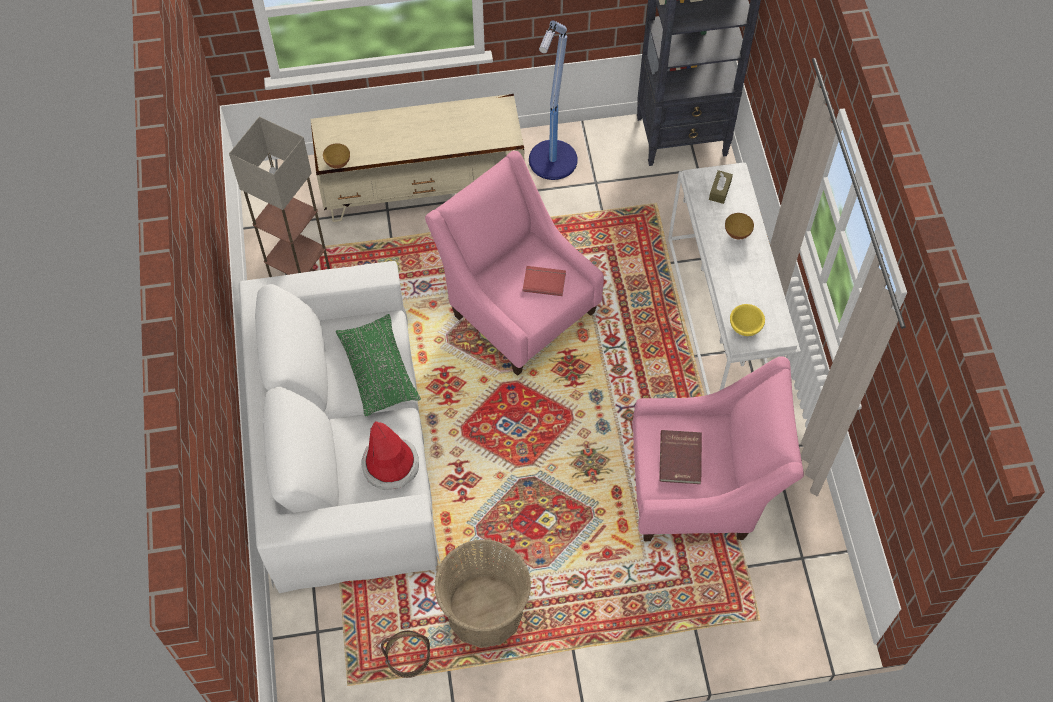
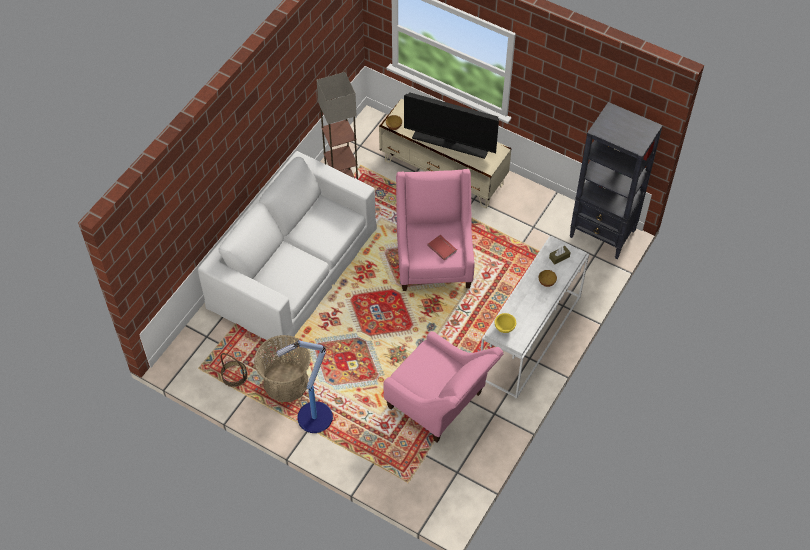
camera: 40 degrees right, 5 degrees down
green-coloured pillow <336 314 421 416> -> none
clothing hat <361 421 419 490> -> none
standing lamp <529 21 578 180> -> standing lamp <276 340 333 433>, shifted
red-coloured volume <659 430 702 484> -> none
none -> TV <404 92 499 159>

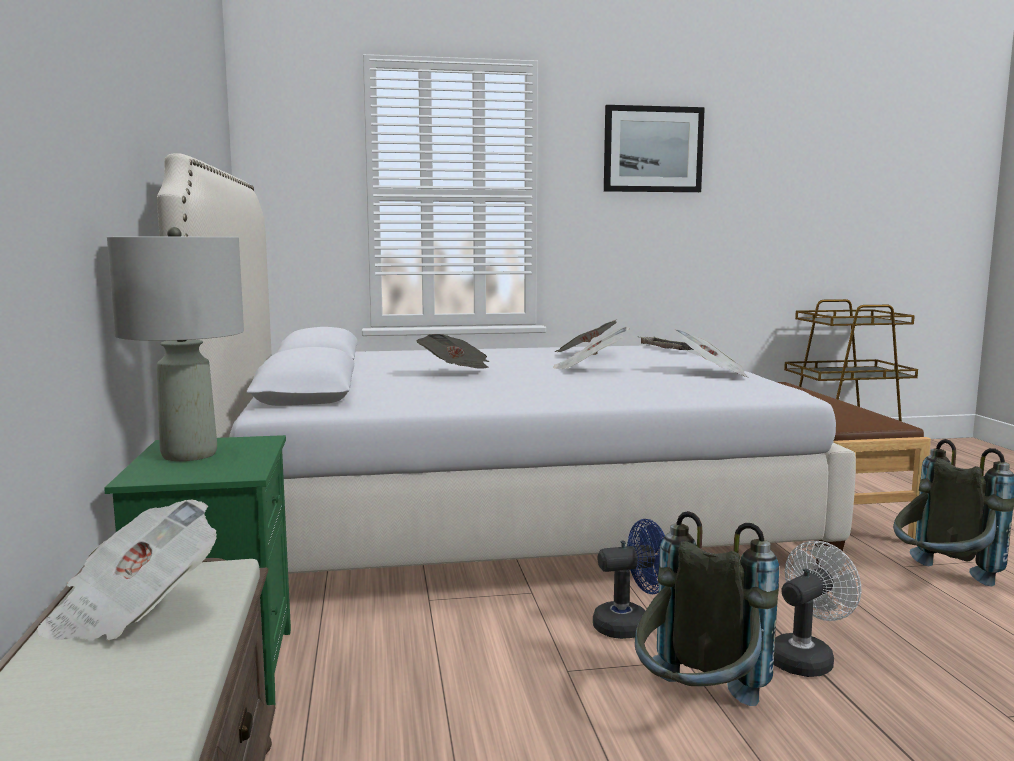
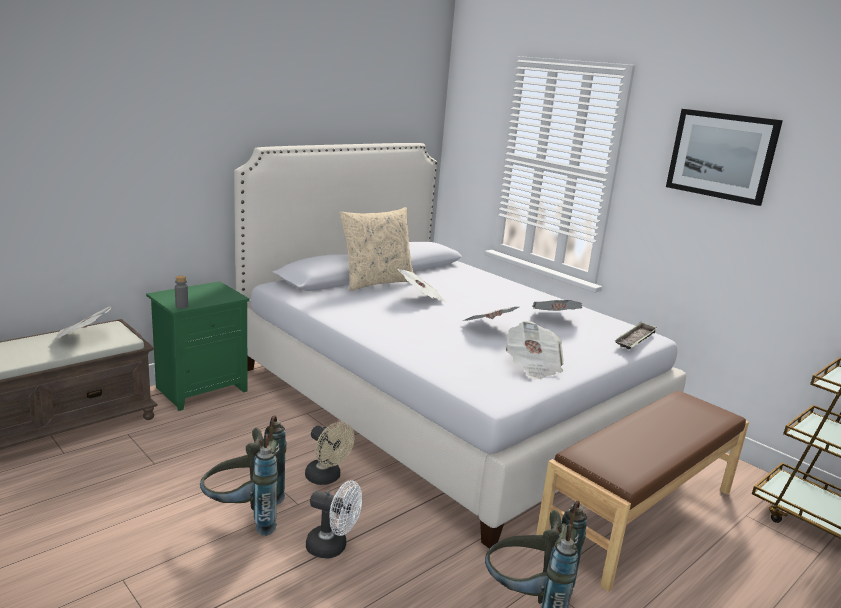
camera: 55 degrees right, 10 degrees up
gray lamp for a table <107 227 244 461> -> none
bluish fan <593 519 665 639> -> beige fan <305 422 354 485>
none -> gray bottle <175 276 188 309>
none -> beige pillow <340 207 414 291>

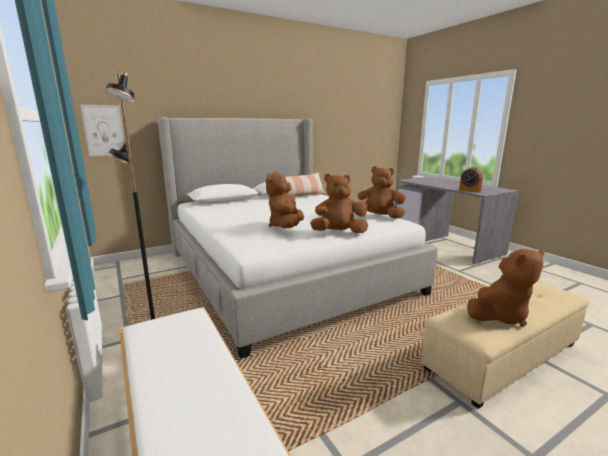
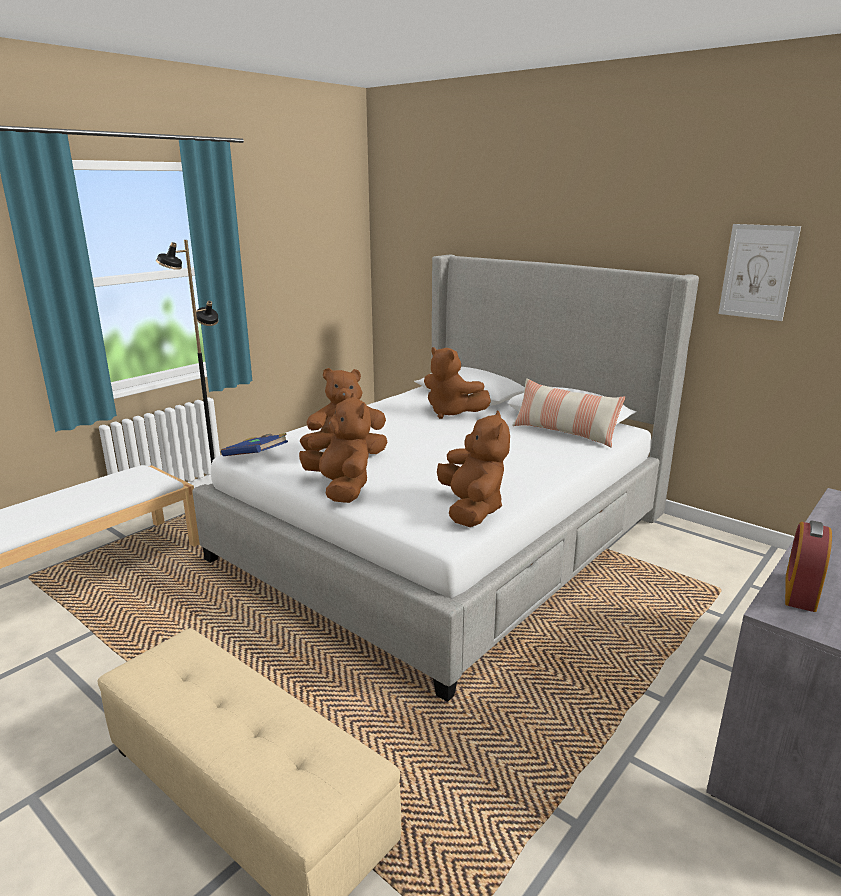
camera: 70 degrees right, 5 degrees up
wall picture <80 105 125 156> -> wall picture <718 224 801 321>, shifted
brown-coloured soft toy <467 249 545 327> -> brown-coloured soft toy <424 347 491 419>, shifted
none -> bluish volume <221 433 288 456>

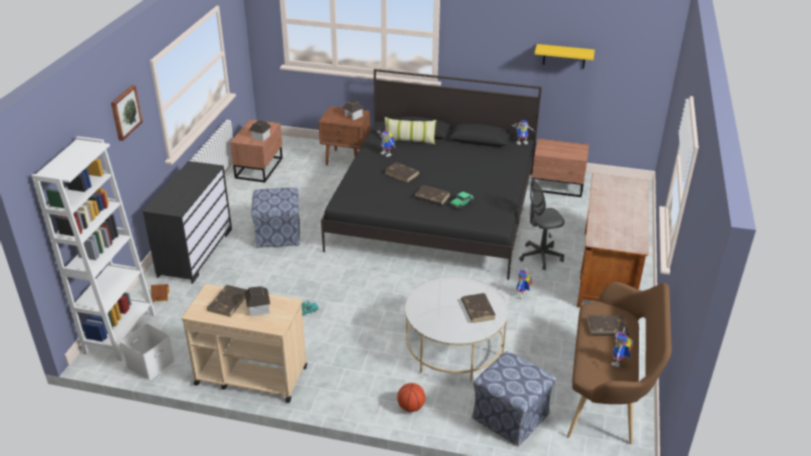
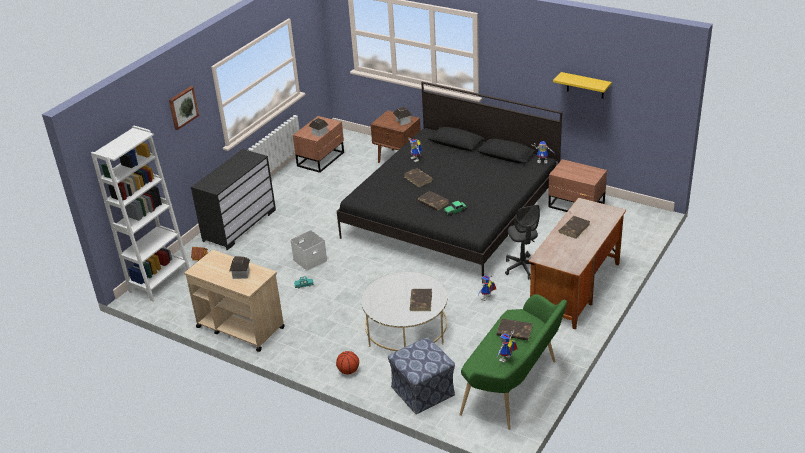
camera: 20 degrees right, 0 degrees up
white storage box <121 323 175 380> -> white storage box <290 230 327 271>, shifted
brown-coloured volume <207 285 247 317> -> brown-coloured volume <559 216 590 239>, shifted
footrest <251 188 300 248> -> none
pillow <385 117 436 145> -> none
gray office chair <519 176 565 270> -> gray office chair <505 205 540 280>, 105 degrees counterclockwise
brown-coloured long seat <567 282 671 444> -> green-coloured long seat <459 294 567 430>

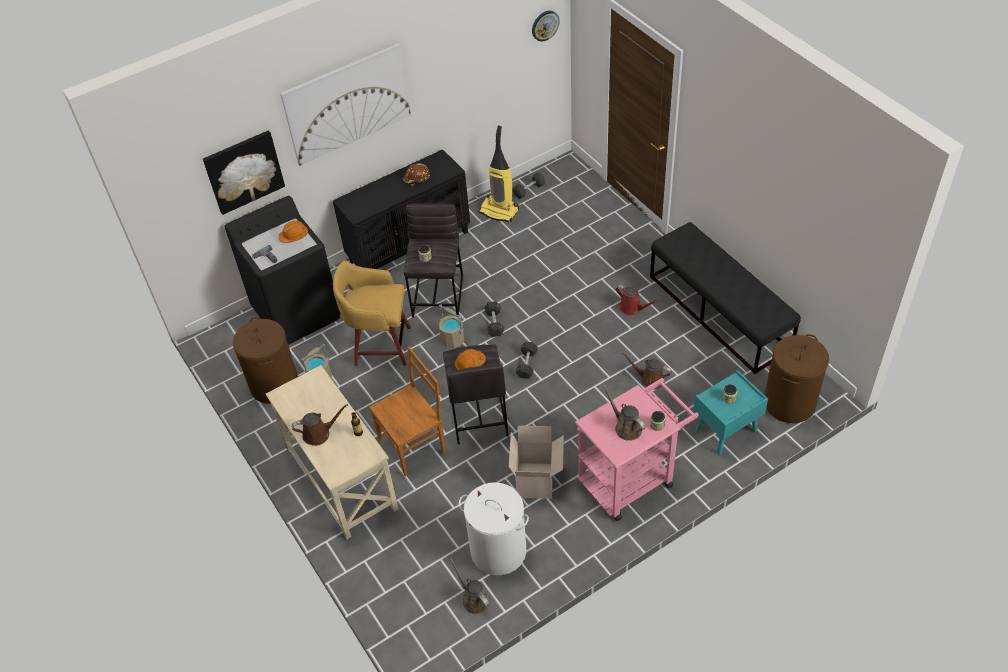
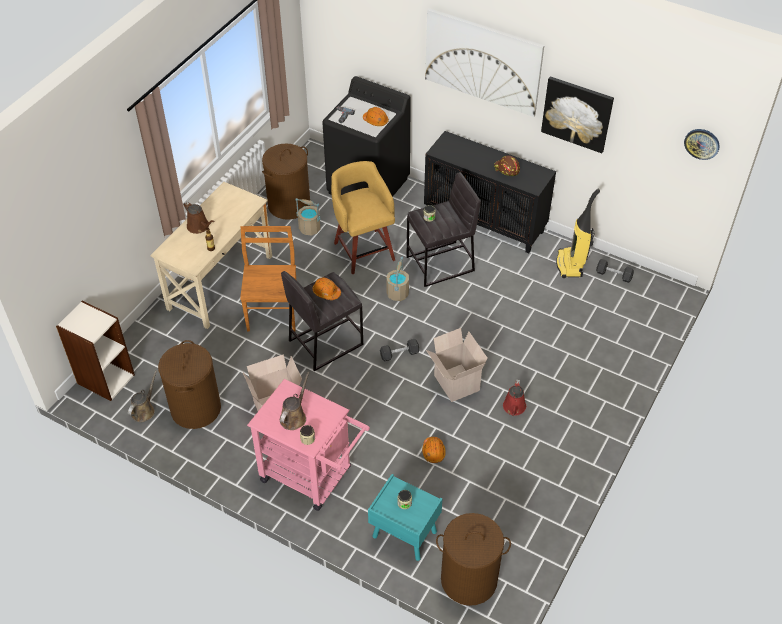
camera: 60 degrees right, 0 degrees up
wall picture <203 130 285 215> -> wall picture <541 76 614 153>, shifted
brown-coloured plain chair <369 347 446 477> -> brown-coloured plain chair <240 226 296 331>, 120 degrees counterclockwise
white laundry basket <459 482 529 575> -> brown-coloured laundry basket <158 340 221 429>
blackish free weight <484 301 504 337> -> none
brown-coloured watering can <622 352 672 390> -> orange hard hat <422 437 446 463>
blackish long seat <650 222 801 374> -> none
none -> bookcase <56 301 135 401>
none -> carton <426 328 487 402>

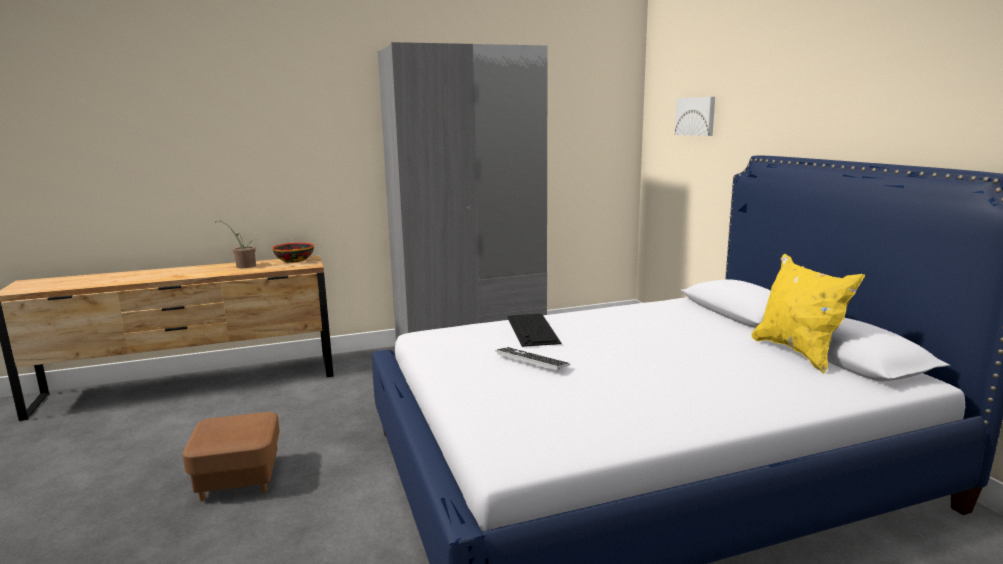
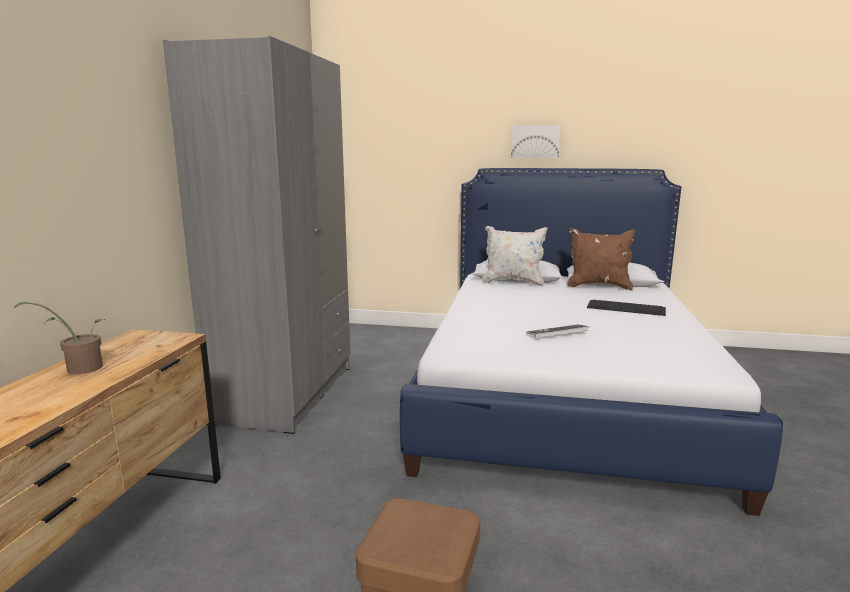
camera: 60 degrees left, 0 degrees up
bowl <272 242 314 263> -> none
keyboard <507 314 562 347> -> keyboard <587 300 666 316>, shifted
wall picture <675 97 715 136> -> wall picture <511 125 561 158>, shifted
yellow-coloured pillow <751 254 865 373> -> brown-coloured pillow <567 228 635 291>
none -> white pillow <482 226 547 287>

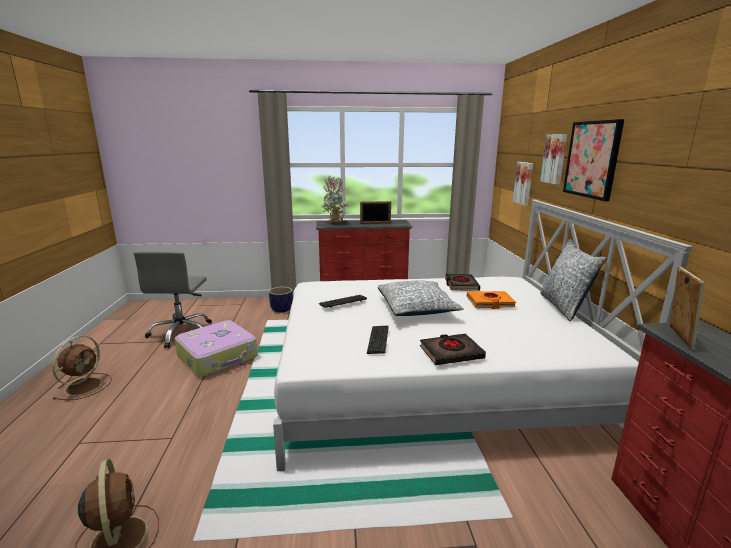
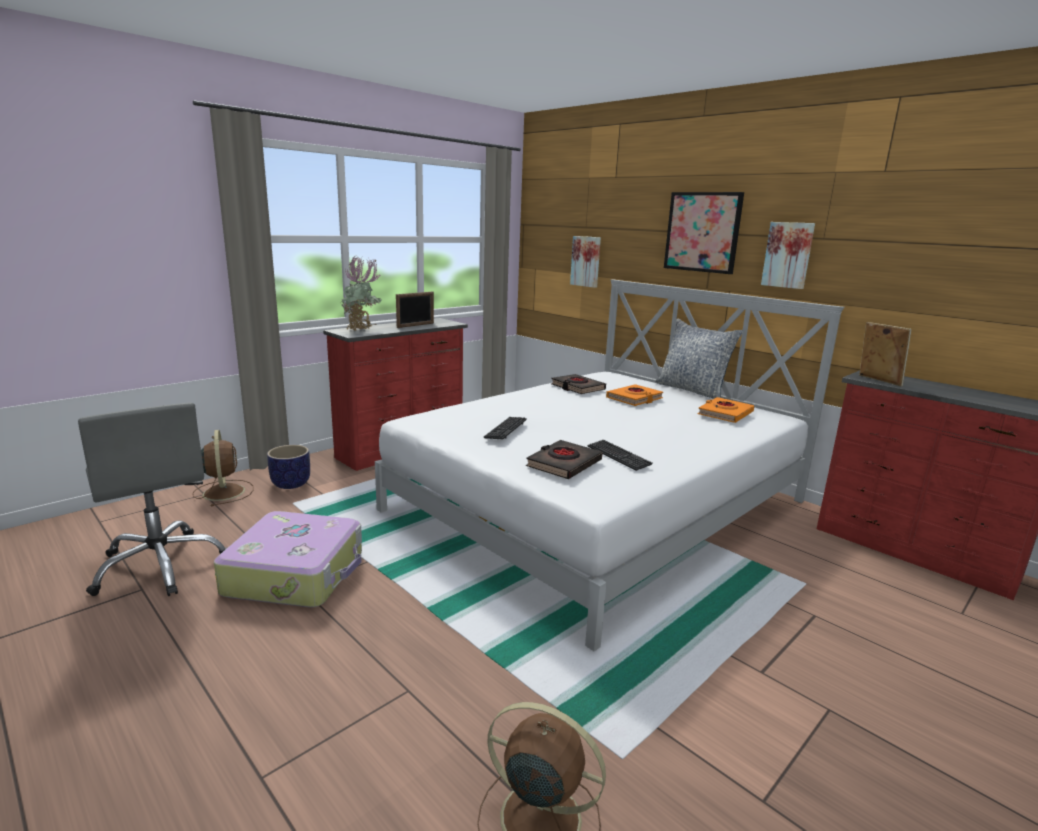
camera: 40 degrees left, 0 degrees up
brown-coloured fan <52 336 112 400> -> brown-coloured fan <192 430 254 507>, shifted
pillow <378 280 464 316> -> none
blackish volume <420 333 486 365> -> blackish volume <526 440 602 479>, shifted
wall picture <540 134 567 185> -> wall picture <761 222 815 289>, shifted
none -> orange volume <698 397 754 423>

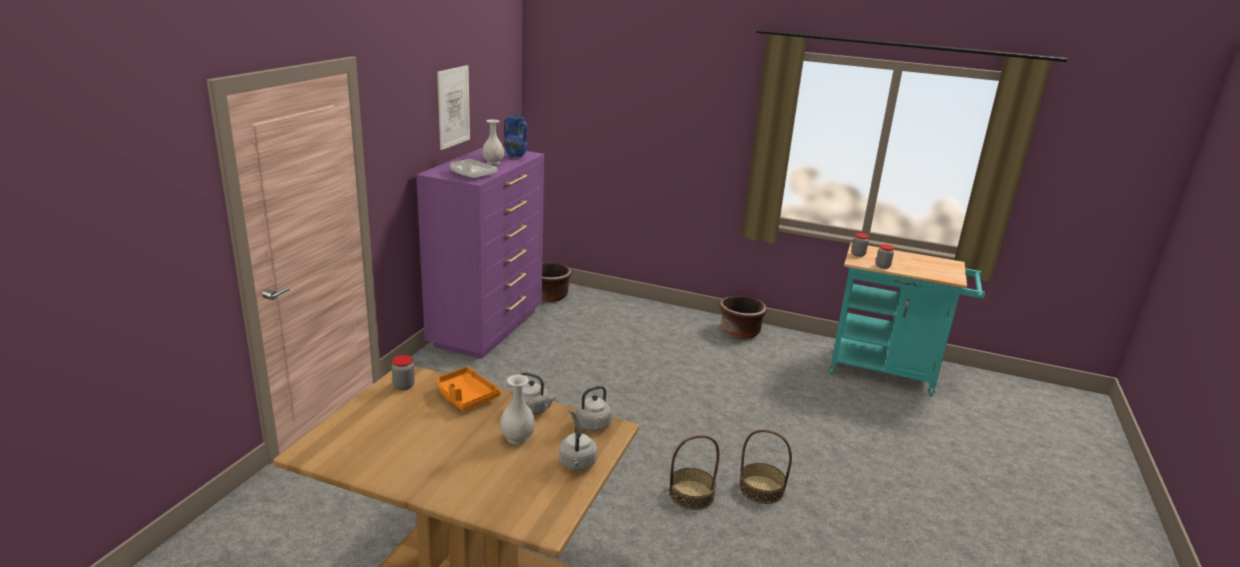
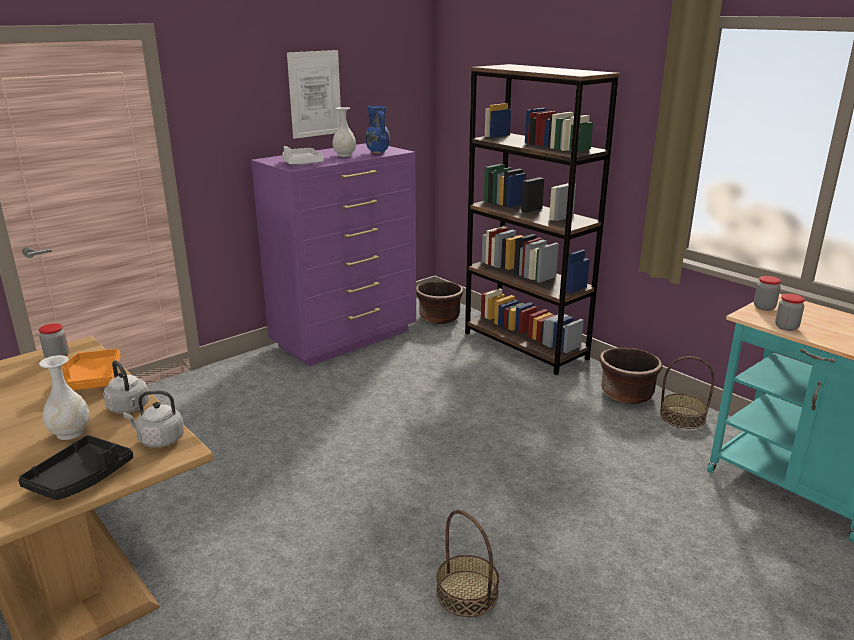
camera: 30 degrees right, 0 degrees up
gray kettle <559 419 597 470> -> blackish serving tray <18 435 133 500>
basket <669 435 719 510> -> basket <660 356 714 429>, shifted
none -> brown-coloured bookcase <465 64 620 375>

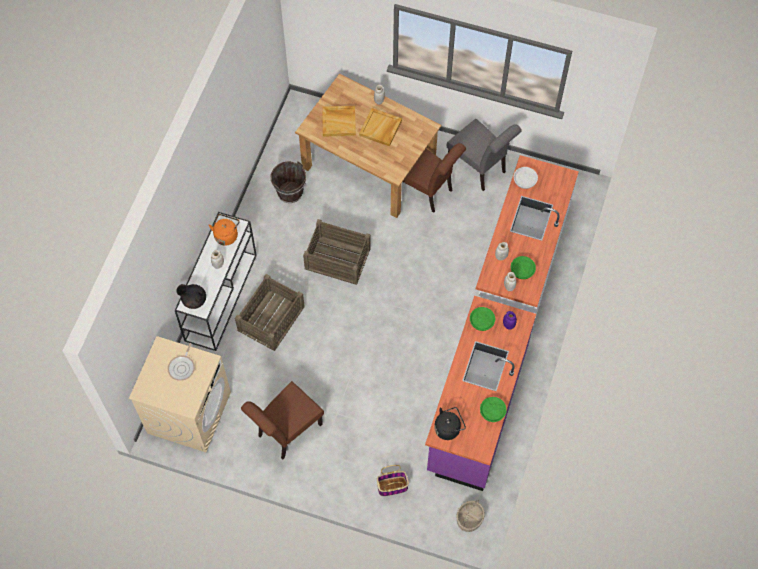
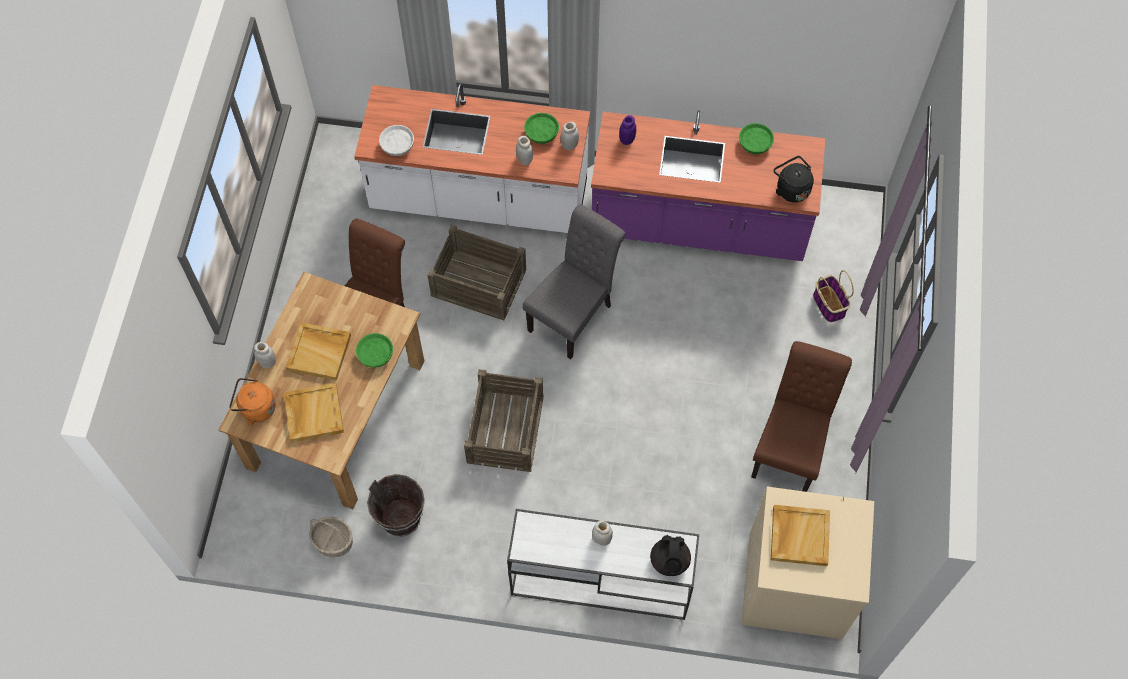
camera: 100 degrees left, 0 degrees up
frying pan <168 343 195 381> -> beige serving tray <771 505 830 566>
orange kettle <208 214 240 246> -> orange kettle <229 378 276 425>, shifted
shipping crate <235 274 305 351> -> shipping crate <427 225 526 320>, shifted
brown-coloured plain chair <241 381 324 459> -> brown-coloured plain chair <751 341 852 492>, 105 degrees counterclockwise
gray plain chair <447 119 522 191> -> gray plain chair <522 204 626 360>, shifted
basket <456 500 485 532> -> basket <309 517 353 557>, shifted
green-coloured bowl <470 307 495 331> -> green-coloured bowl <356 333 393 368>, shifted

